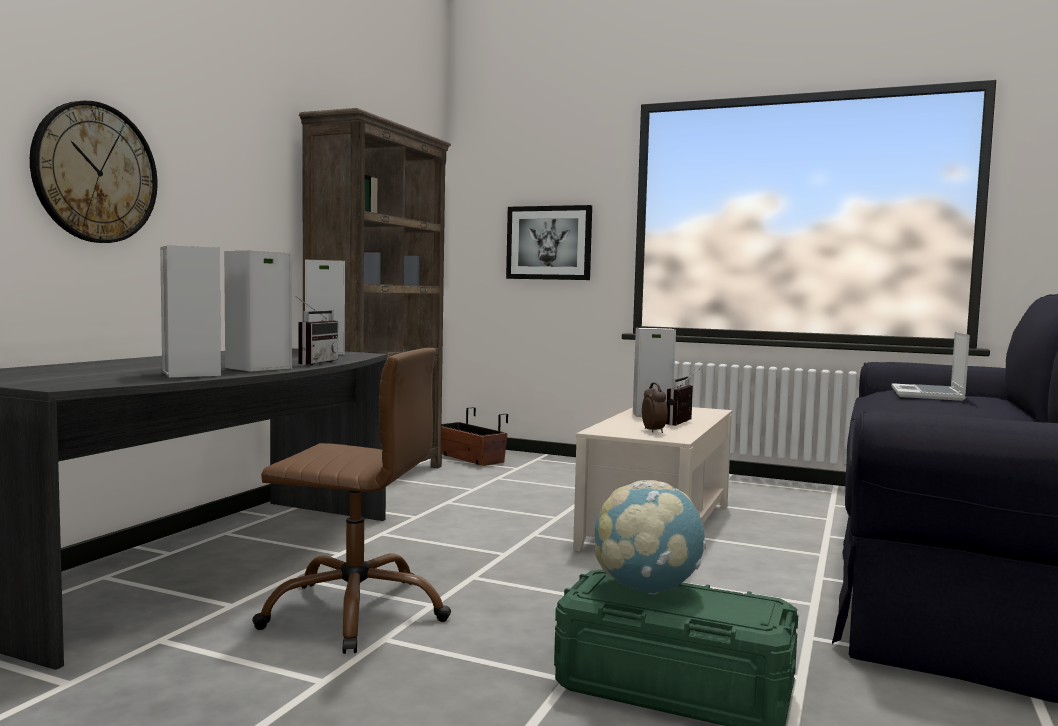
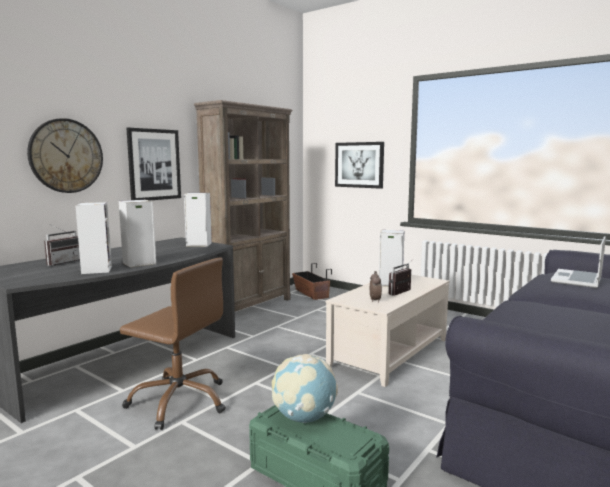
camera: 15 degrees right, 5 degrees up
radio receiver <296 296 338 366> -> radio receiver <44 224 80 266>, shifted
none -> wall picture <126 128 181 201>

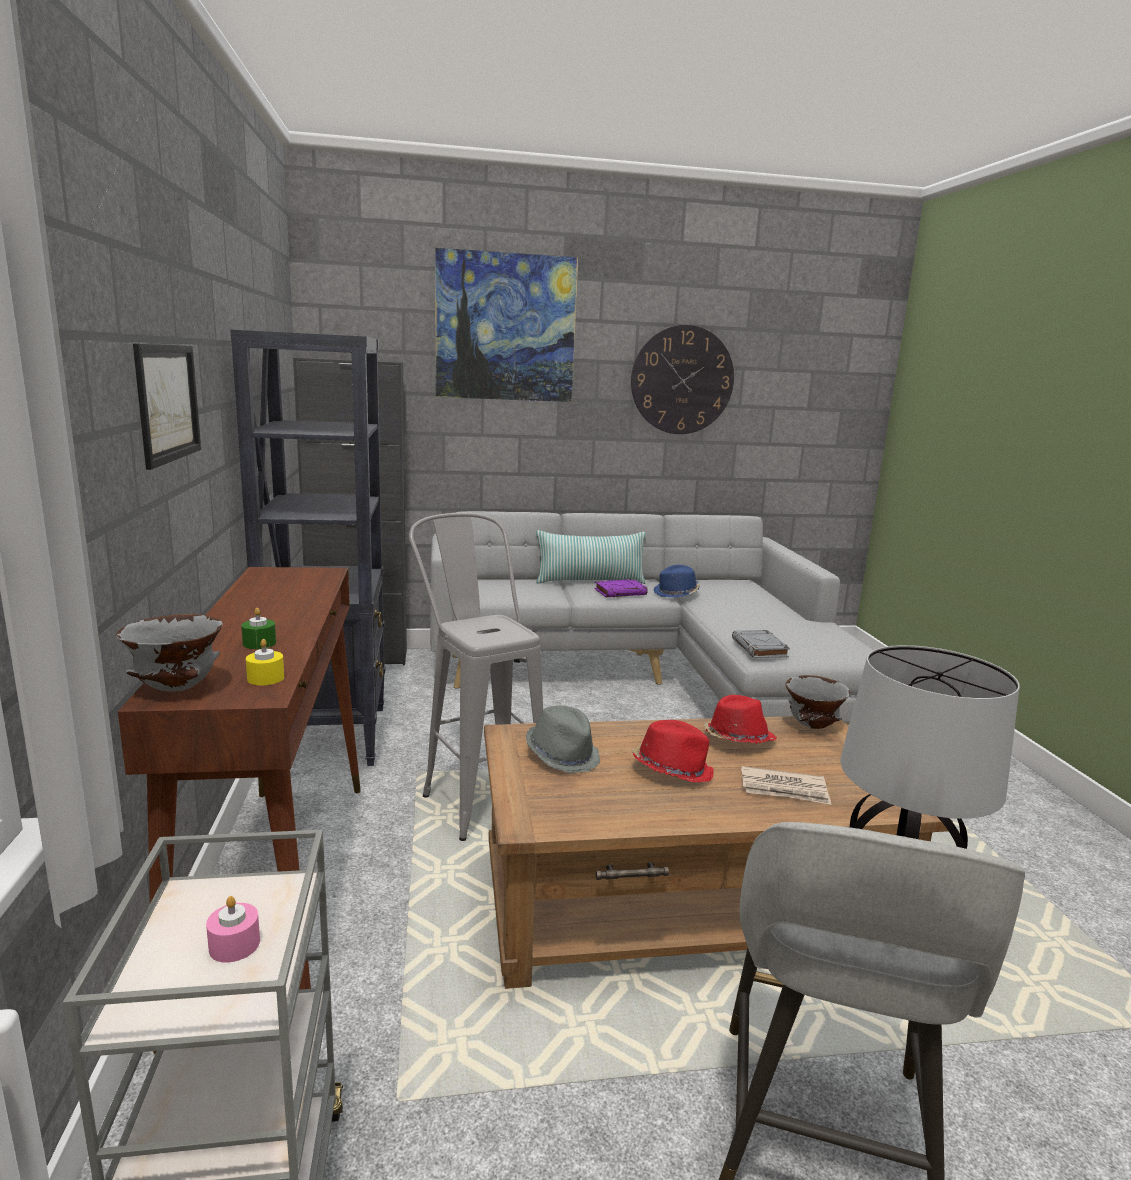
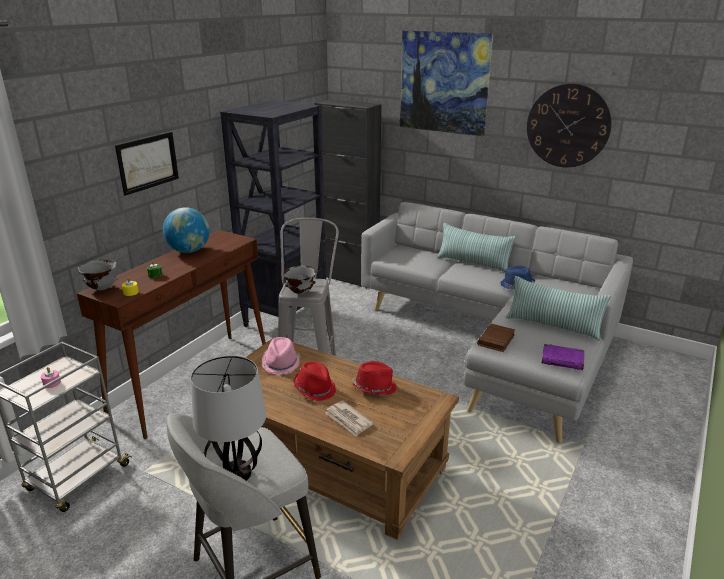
camera: 40 degrees right, 10 degrees up
gray clothing hat <526 705 600 773> -> pink-coloured clothing hat <262 337 300 375>
purple volume <594 579 648 597> -> purple volume <542 344 584 370>, shifted
gray volume <732 630 790 658> -> brown-coloured volume <477 324 515 352>
gray bowl <786 675 850 729> -> gray bowl <283 266 317 294>, shifted
none -> world globe <163 207 210 253>
none -> pillow <506 276 611 341>

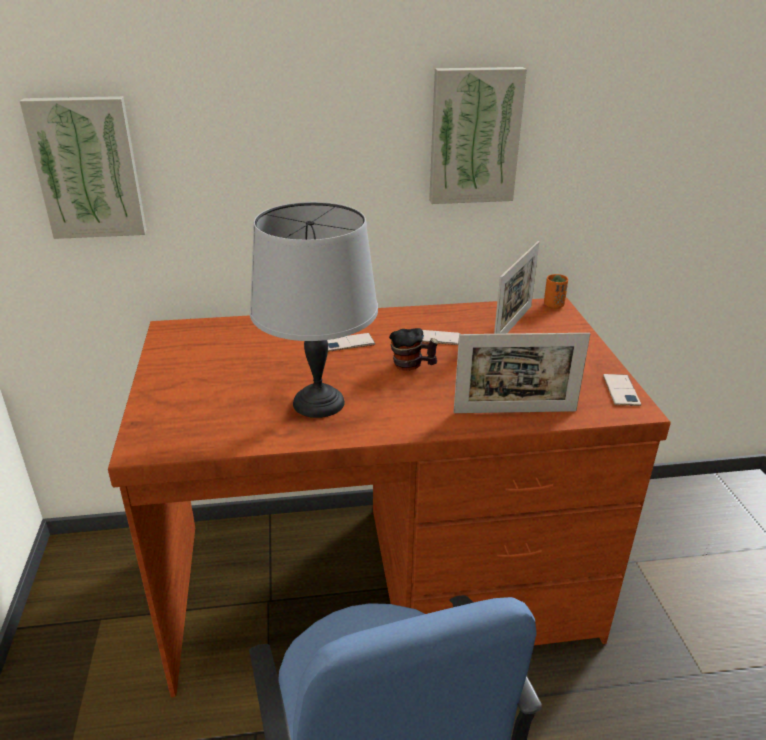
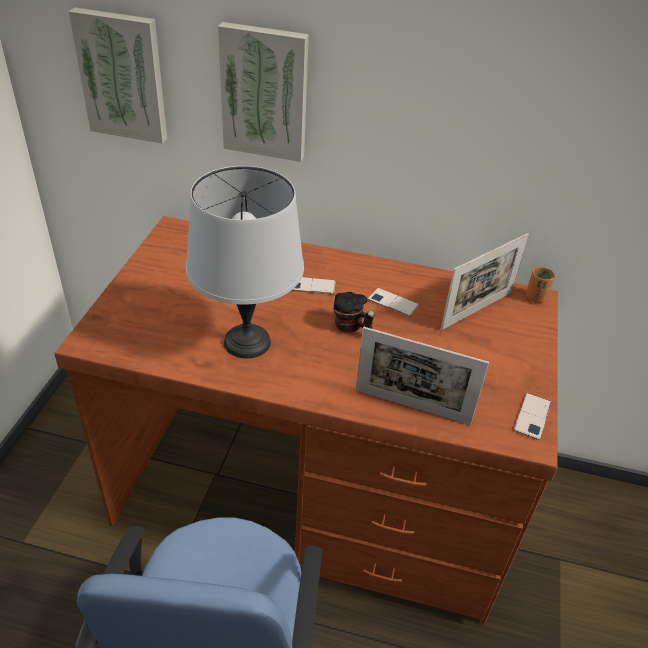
camera: 20 degrees right, 10 degrees up
wall picture <429 67 527 204> -> wall picture <218 22 309 162>, shifted

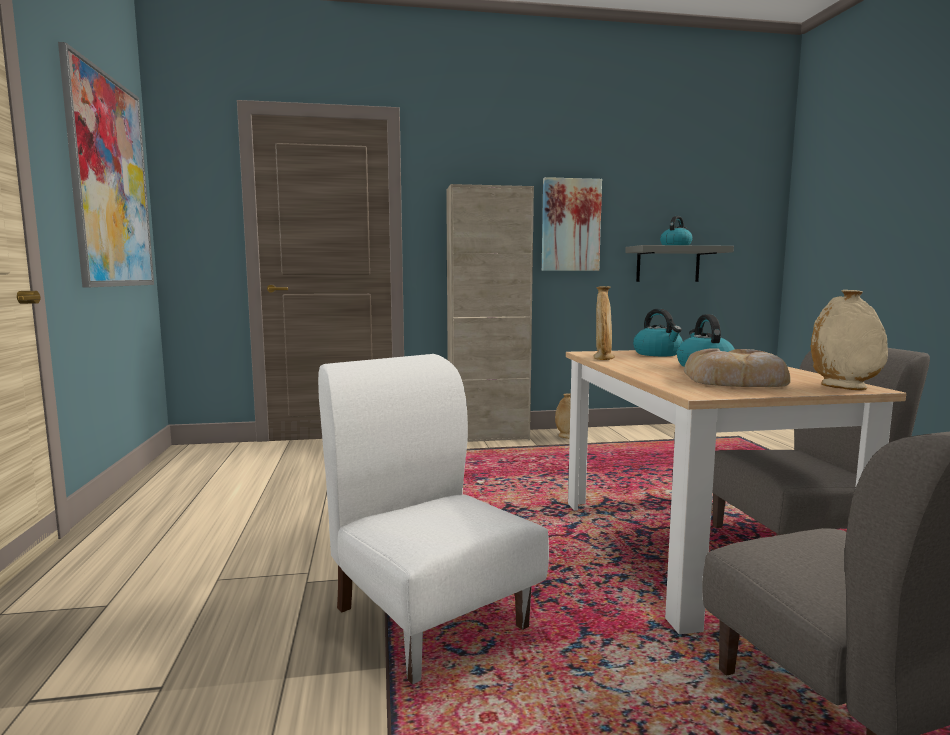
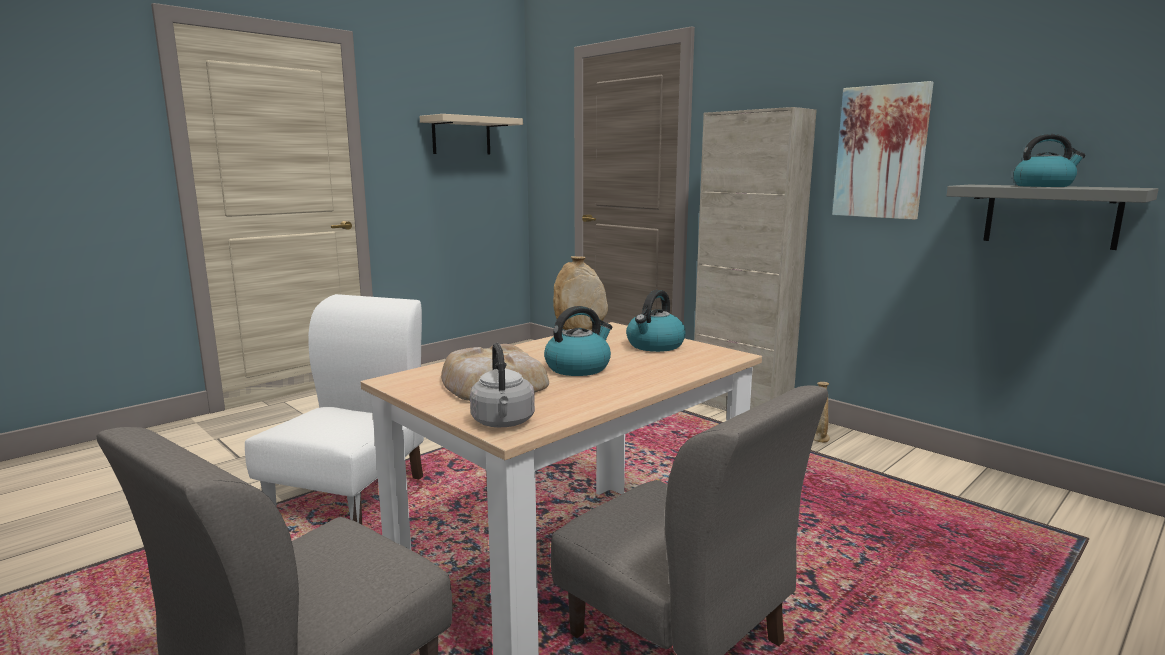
camera: 55 degrees right, 5 degrees up
wall picture <58 42 154 287> -> beige bracket shelf <420 114 523 155>
beige vase <811 290 888 390> -> gray kettle <470 343 535 427>

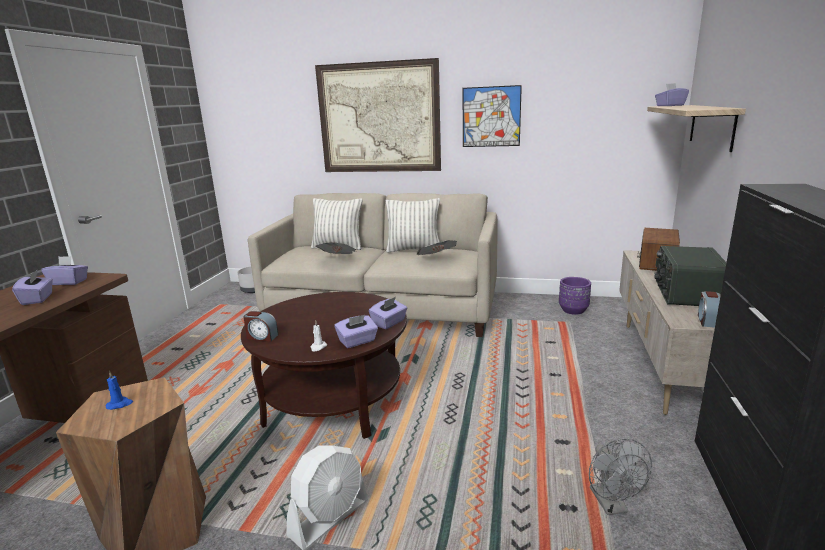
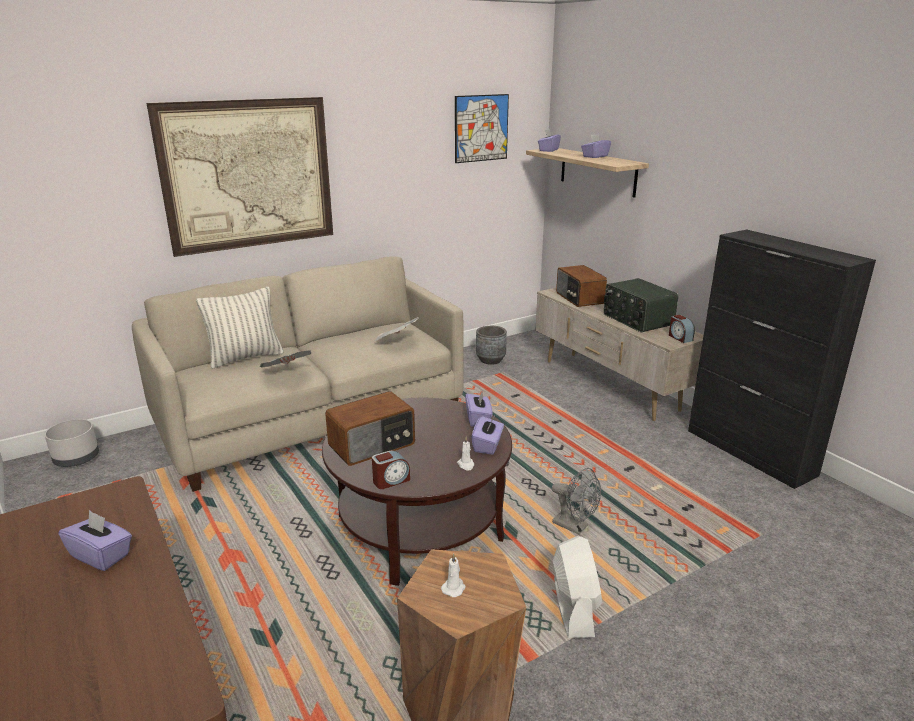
camera: 45 degrees left, 5 degrees up
purple tissue box <41 256 88 285> -> purple tissue box <581 134 611 158>, shifted
bluish wax light <106 371 133 410> -> white wax light <441 553 466 597>
pillow <385 198 440 253> -> none
wall picture <462 85 522 147> -> wall picture <455 94 509 163>, shifted
purple flower pot <559 277 591 315> -> gray flower pot <476 326 507 365>
gray fan <589 439 652 515> -> gray fan <552 468 601 535>, shifted
none -> radio receiver <325 391 415 466>

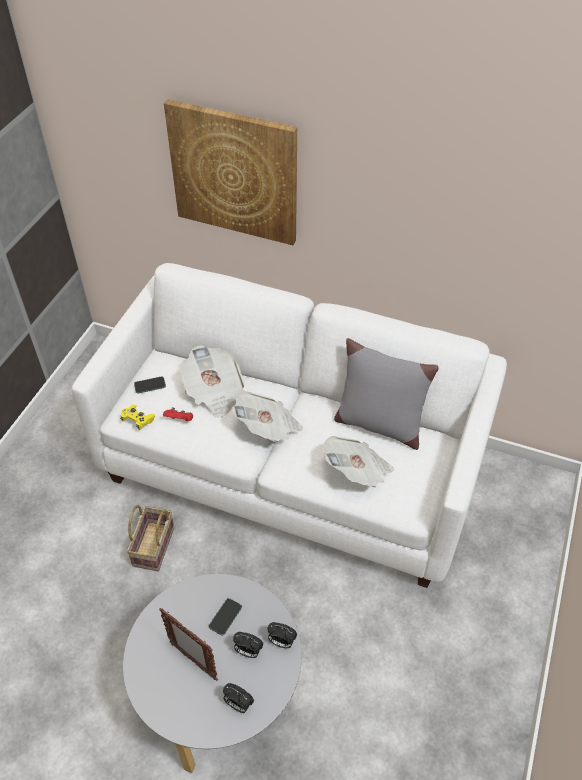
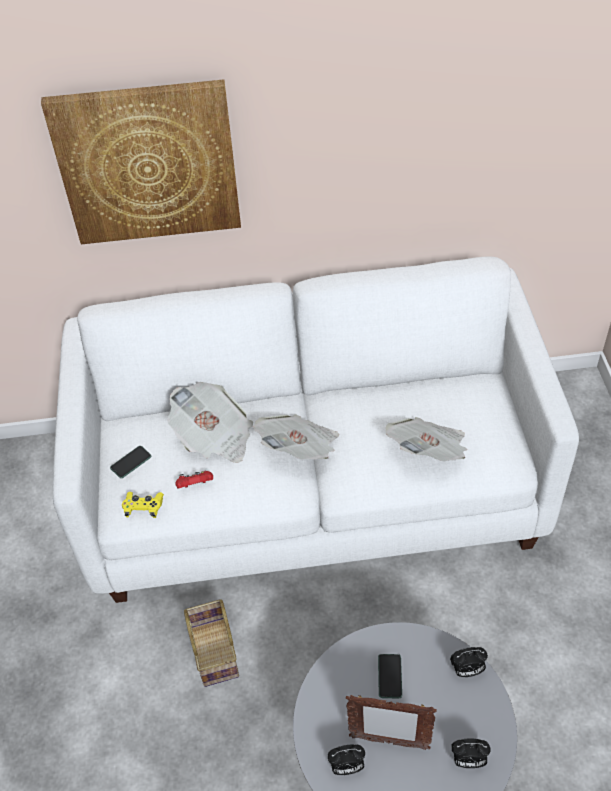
camera: 25 degrees left, 0 degrees up
table clock <233 632 263 658> -> table clock <328 744 365 775>, shifted
gray pillow <334 338 439 450> -> none

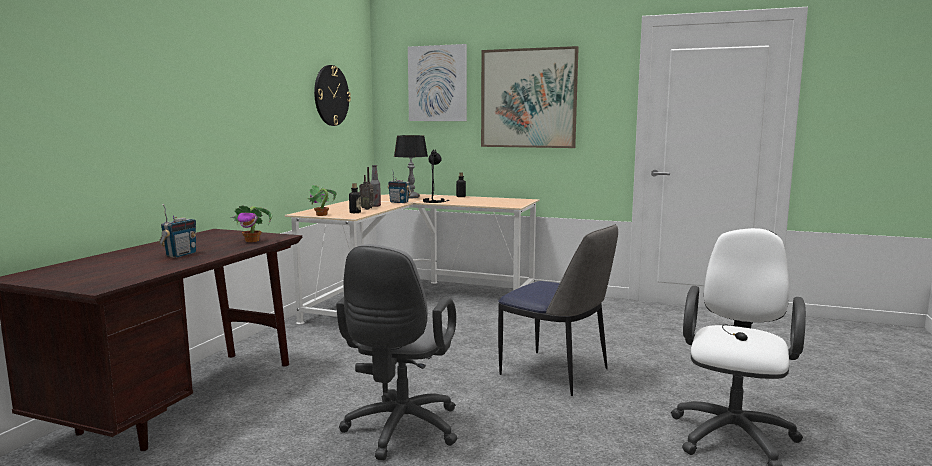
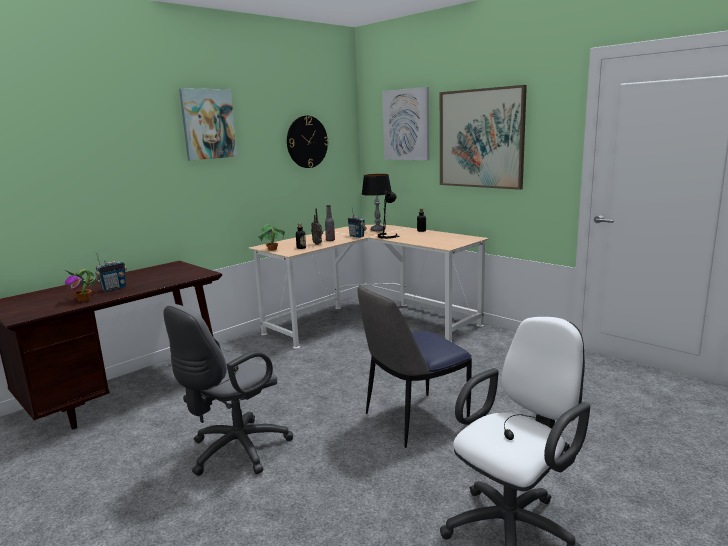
camera: 25 degrees right, 5 degrees up
houseplant <230 205 272 242> -> houseplant <65 269 96 301>, shifted
plain chair <498 224 618 396> -> plain chair <358 285 472 448>, 90 degrees clockwise
none -> wall picture <179 88 238 160>

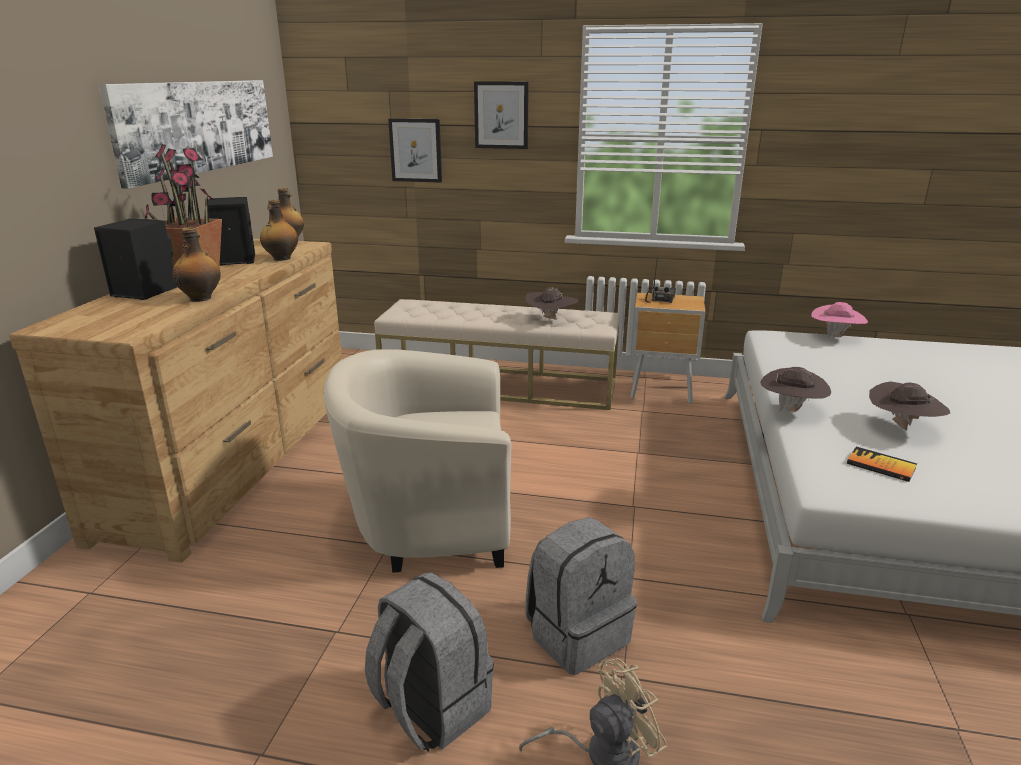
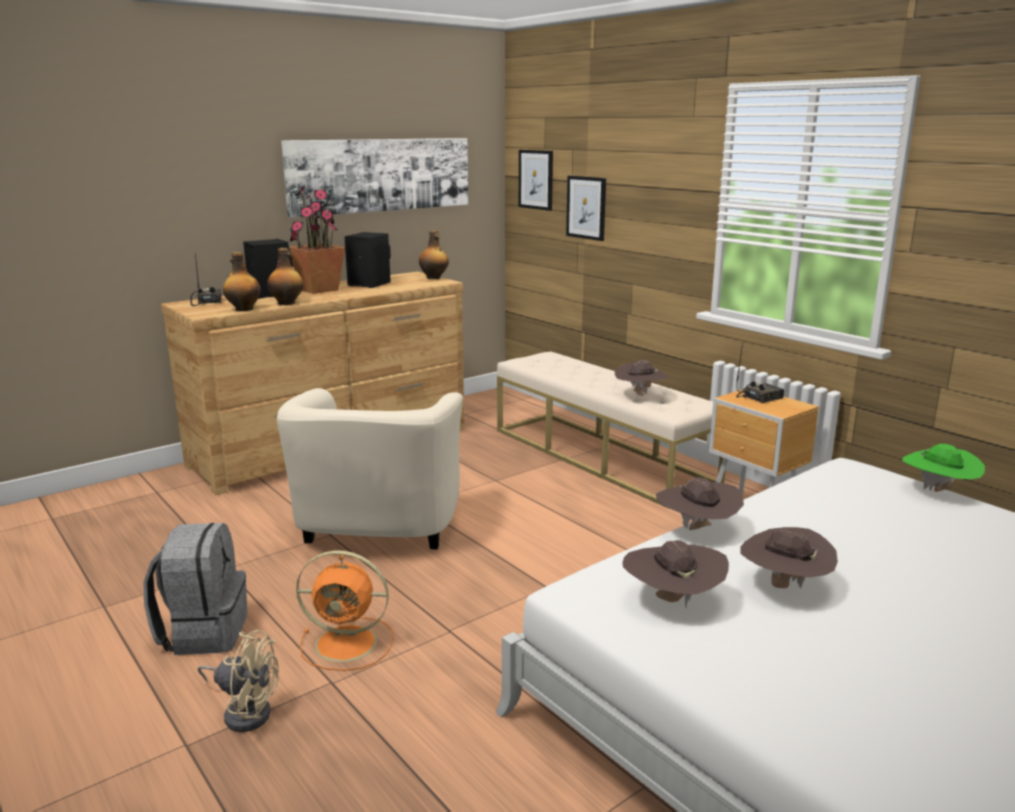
camera: 40 degrees right, 5 degrees down
bottle <260 200 298 261> -> bottle <223 252 261 311>, shifted
beige lounge chair <323 349 511 573> -> beige lounge chair <277 388 463 550>, 120 degrees counterclockwise
wall picture <474 81 529 149> -> wall picture <519 150 553 211>, shifted
gray backpack <525 517 637 675> -> orange fan <296 550 394 671>
pink-coloured clothing hat <811 302 868 338> -> green-coloured clothing hat <902 444 985 492>
volume <847 447 917 482> -> brown-coloured clothing hat <622 540 729 608>
none -> radio receiver <190 252 222 306>

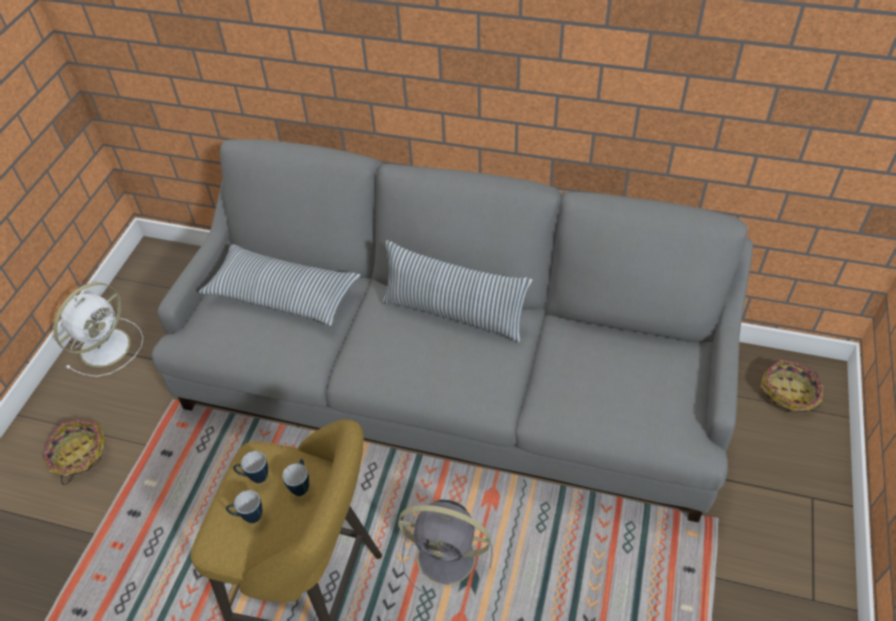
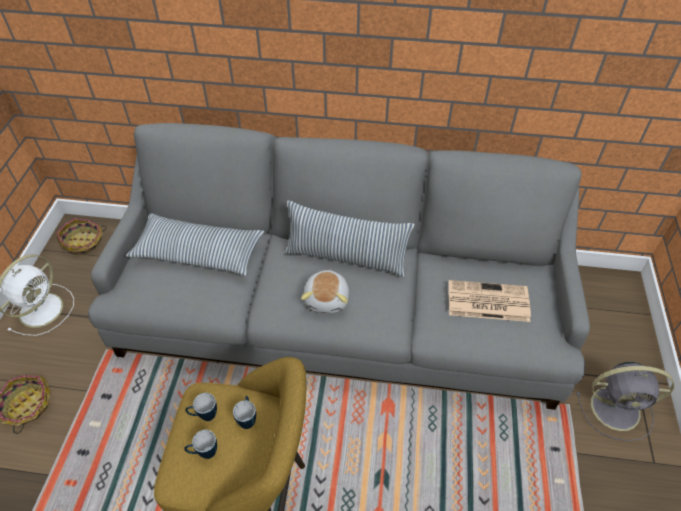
camera: 10 degrees left, 0 degrees up
gray fan <398 500 493 593> -> gray fan <576 362 674 441>, shifted
basket <760 360 824 413> -> basket <57 218 107 255>, shifted
none -> soft toy <301 270 349 313>
none -> newspaper <449 280 531 322>

